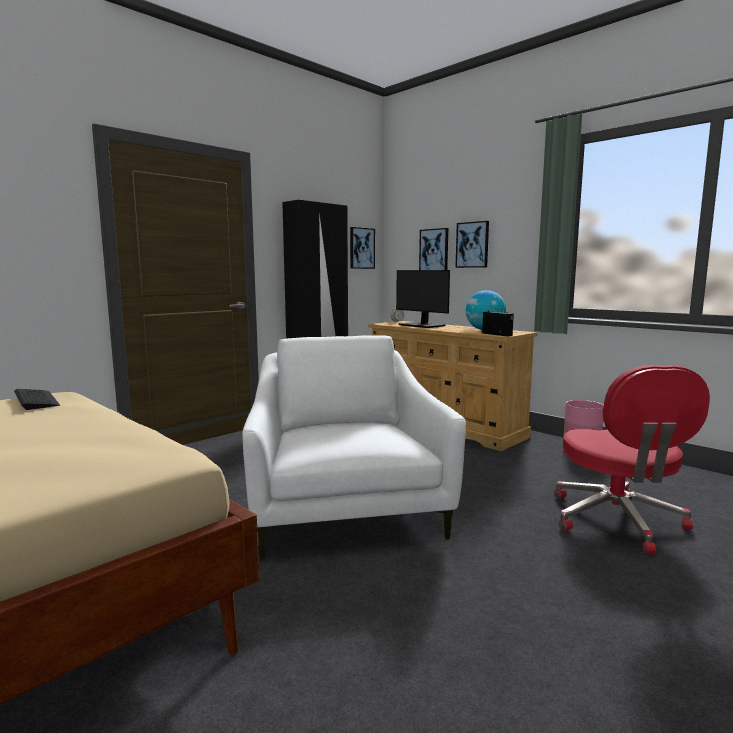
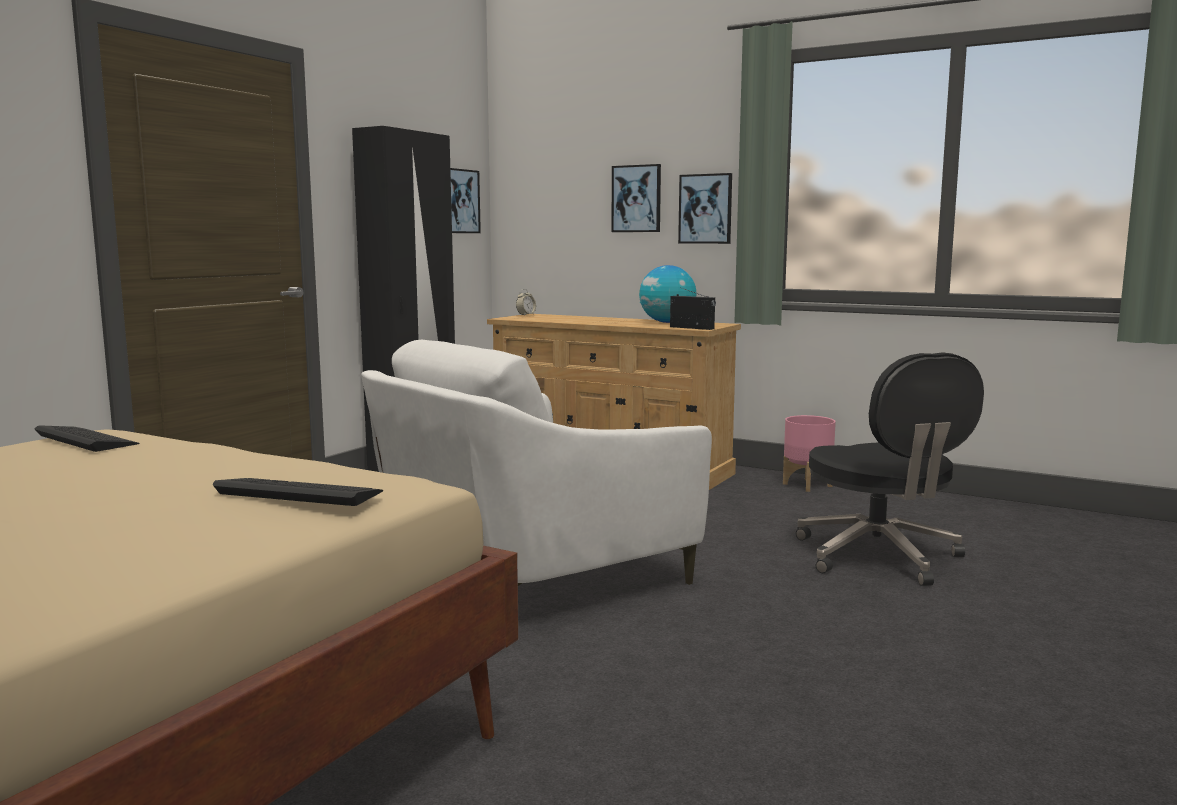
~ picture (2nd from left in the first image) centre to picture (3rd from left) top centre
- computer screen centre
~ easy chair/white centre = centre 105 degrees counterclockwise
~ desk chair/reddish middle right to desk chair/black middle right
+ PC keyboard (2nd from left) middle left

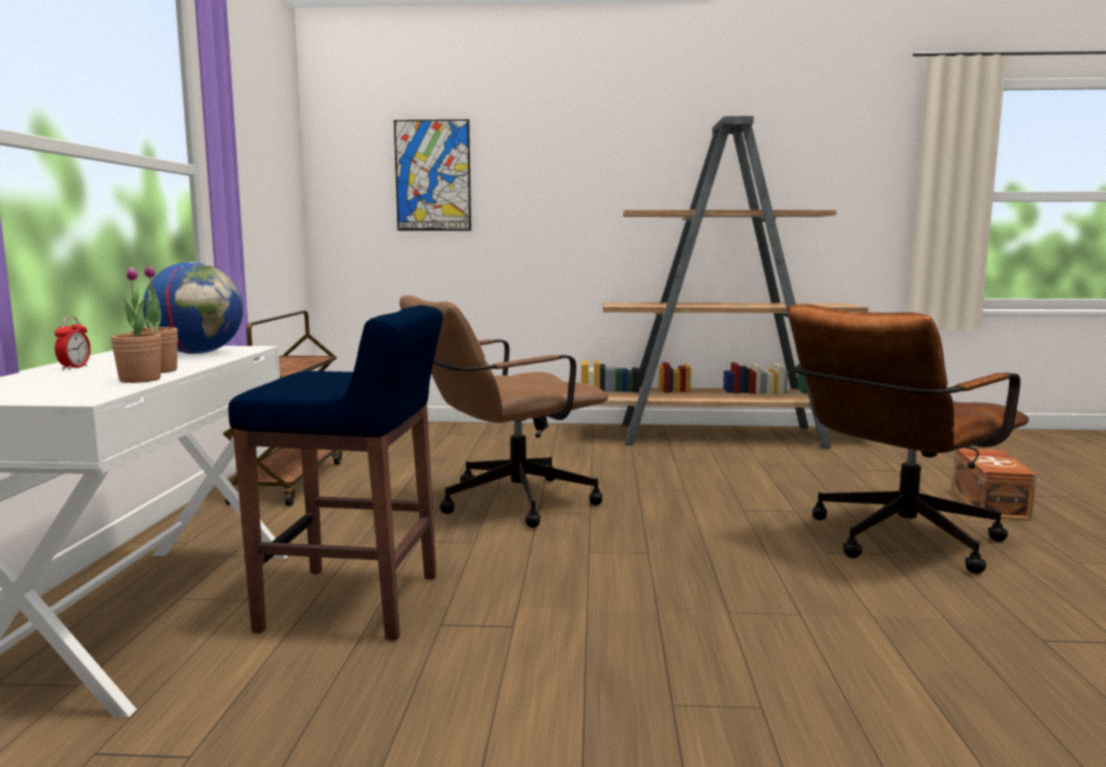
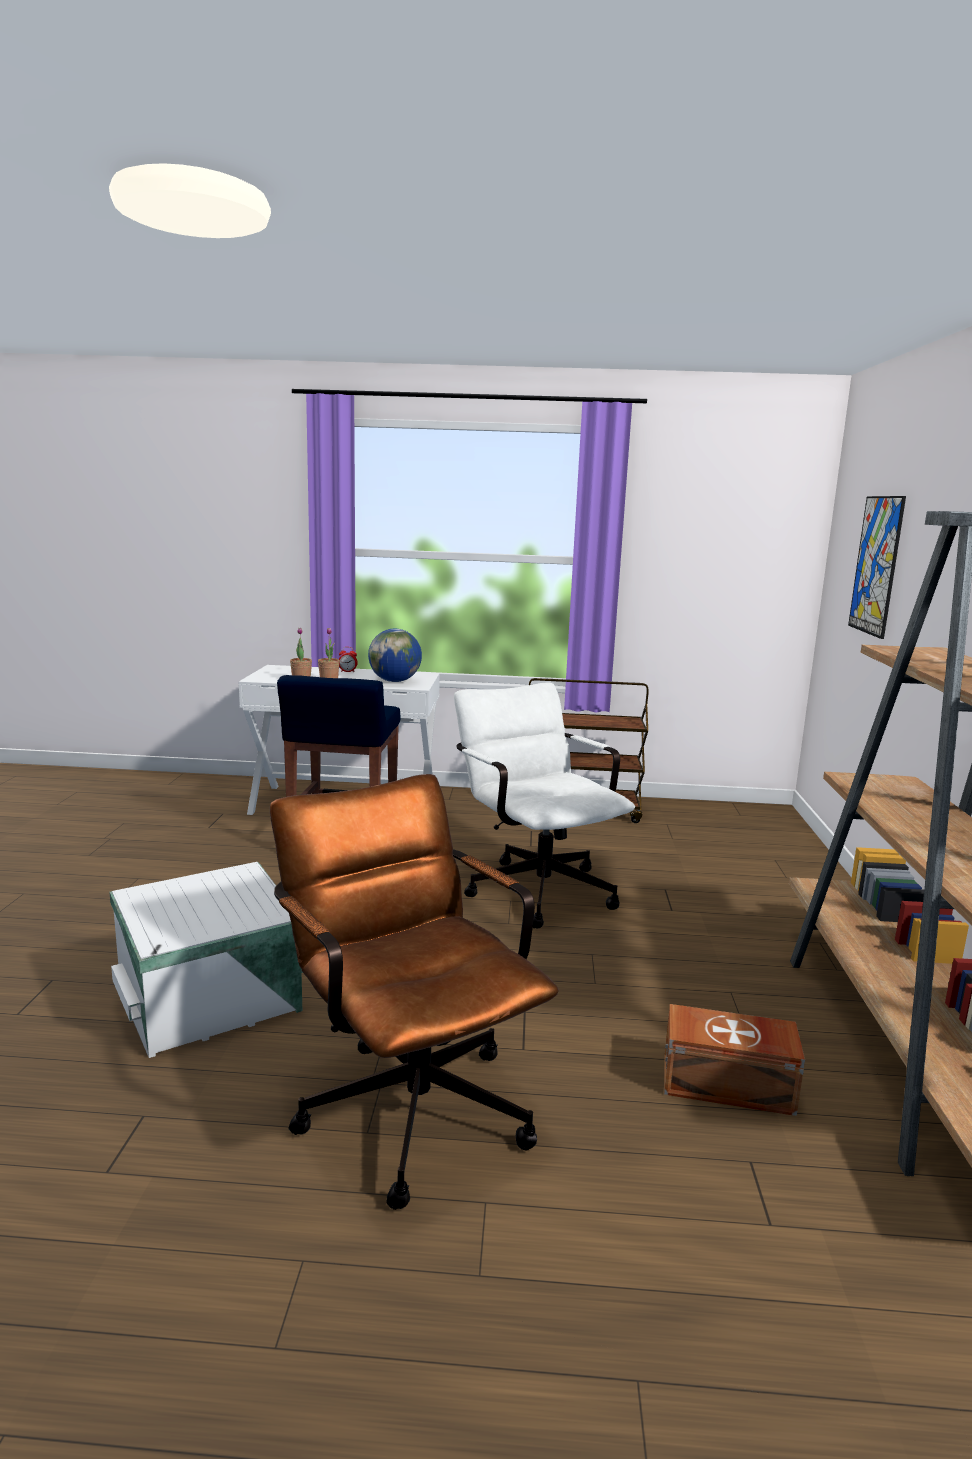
~ desk chair/brown-coloured (1st from left) centre to desk chair/white centre
~ storage bin/brown-coloured middle right to bottom right
+ storage bin/white middle left

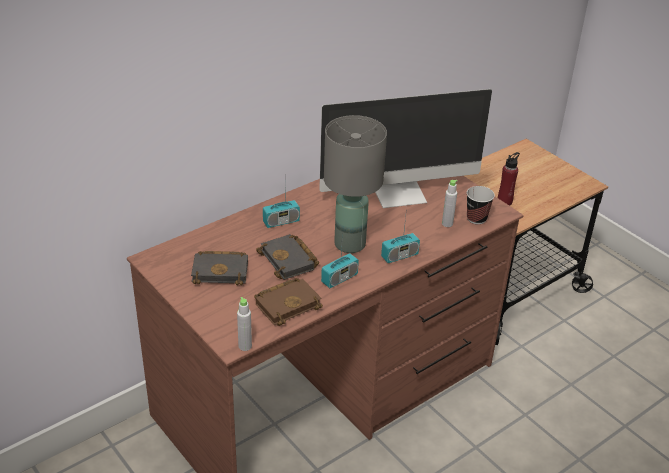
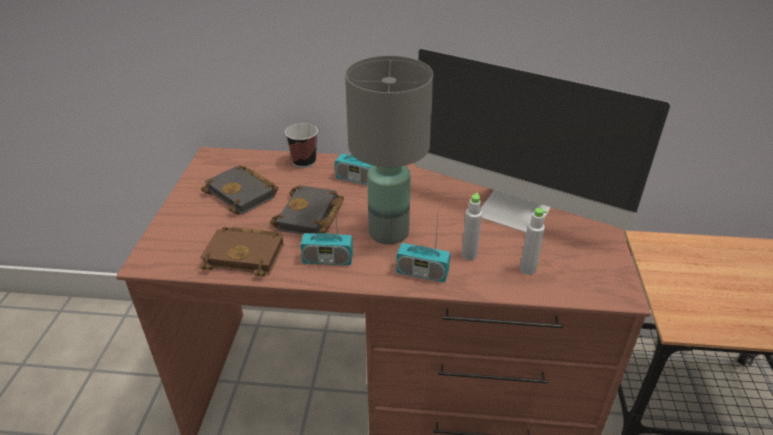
- bottle/reddish middle right
~ small cup middle right to centre
~ bottle/grey (1st from left) bottom centre to centre

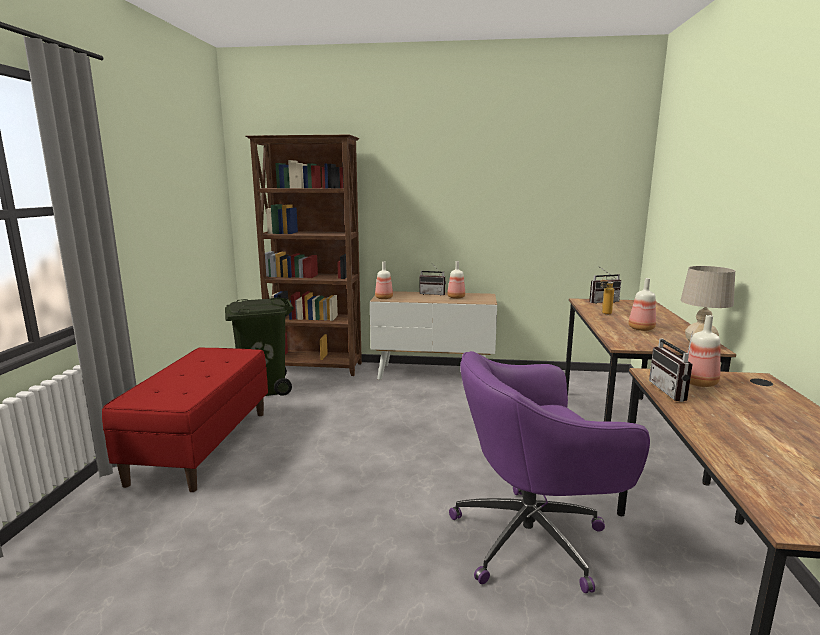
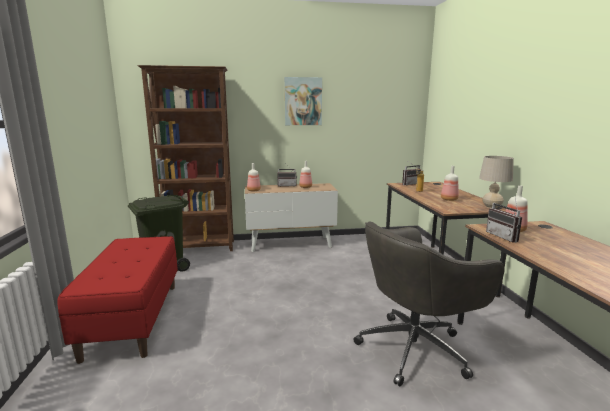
~ desk chair/purple bottom right to desk chair/grey bottom right
+ picture top centre

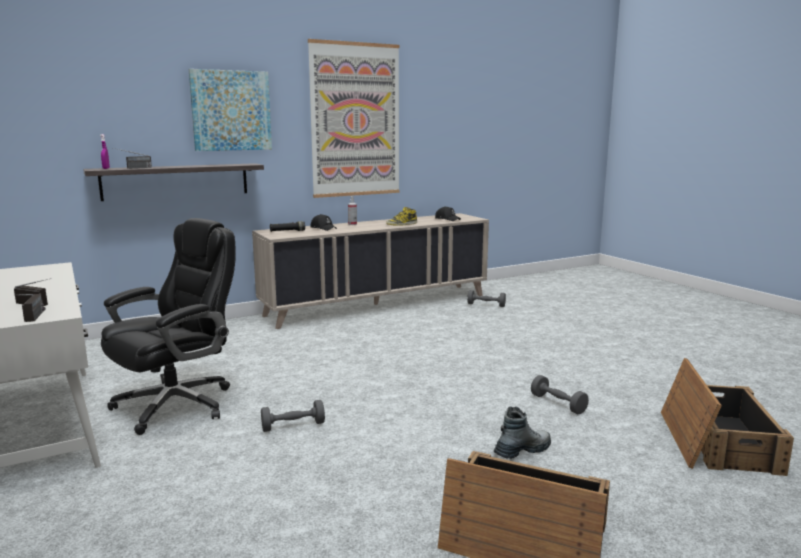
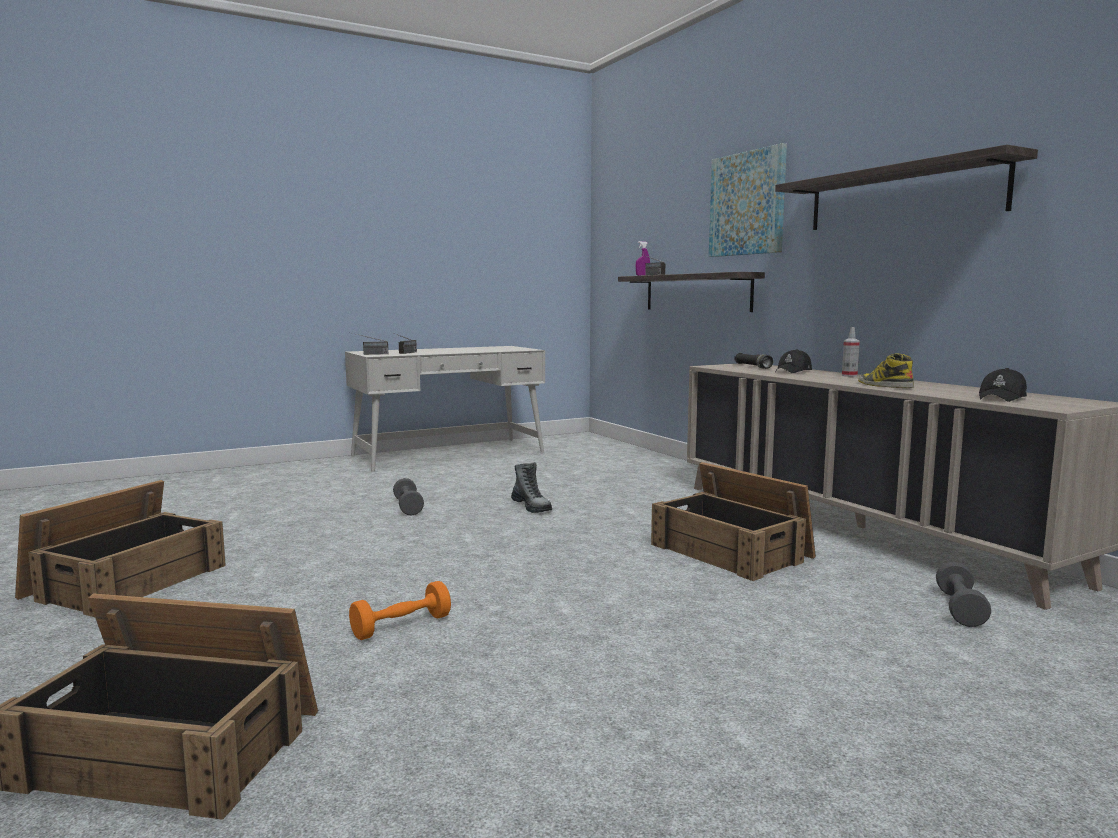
~ picture (2nd from left) top centre to wall shelf (2nd from left) top right
- desk chair/black middle left
~ free weight/grey (3rd from left) bottom right to free weight/orange bottom centre
~ high-top boot (2nd from left in the first image) bottom centre to high-top boot (1st from left) centre
+ packing crate (3rd from left) centre

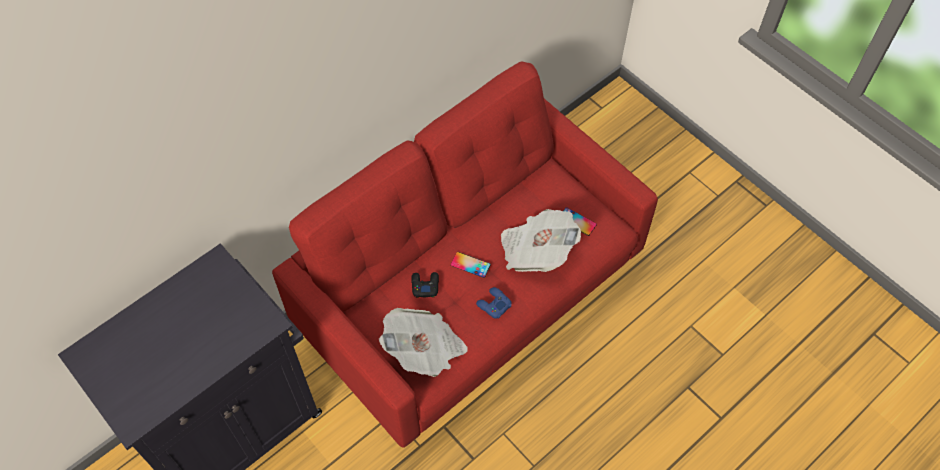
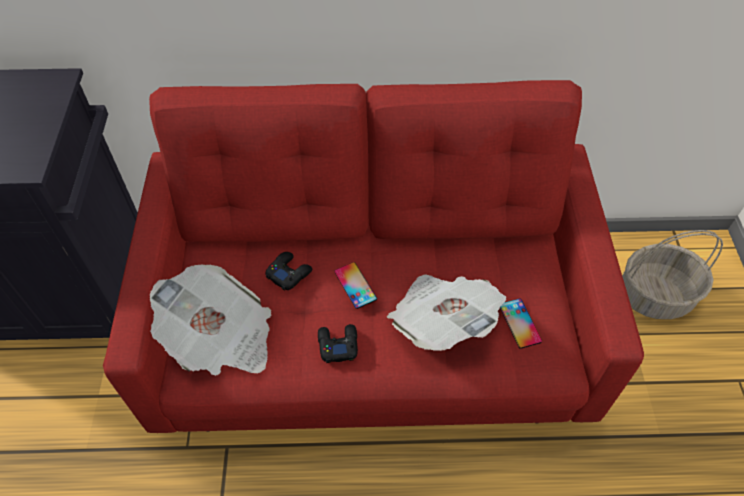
~ gamepad/blue-coloured centre to gamepad/black (2nd from left) bottom centre
+ storage basket middle right

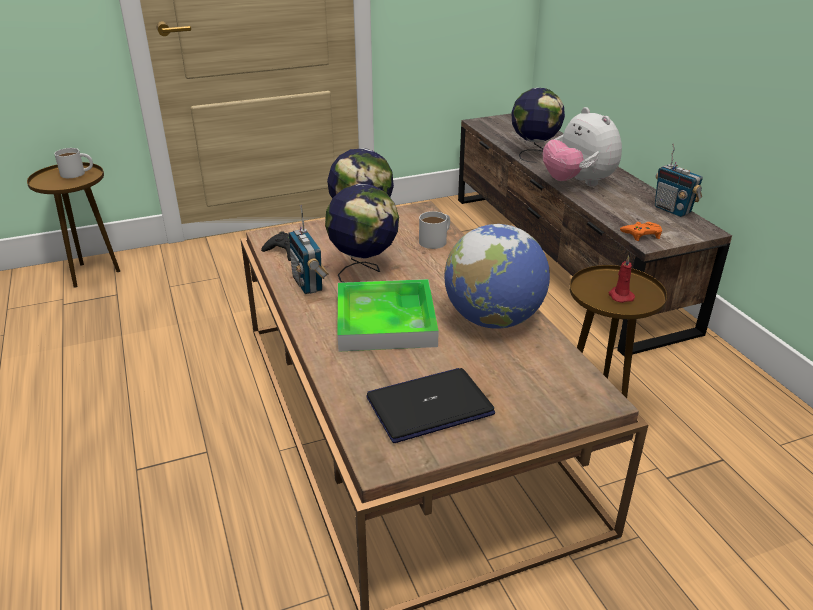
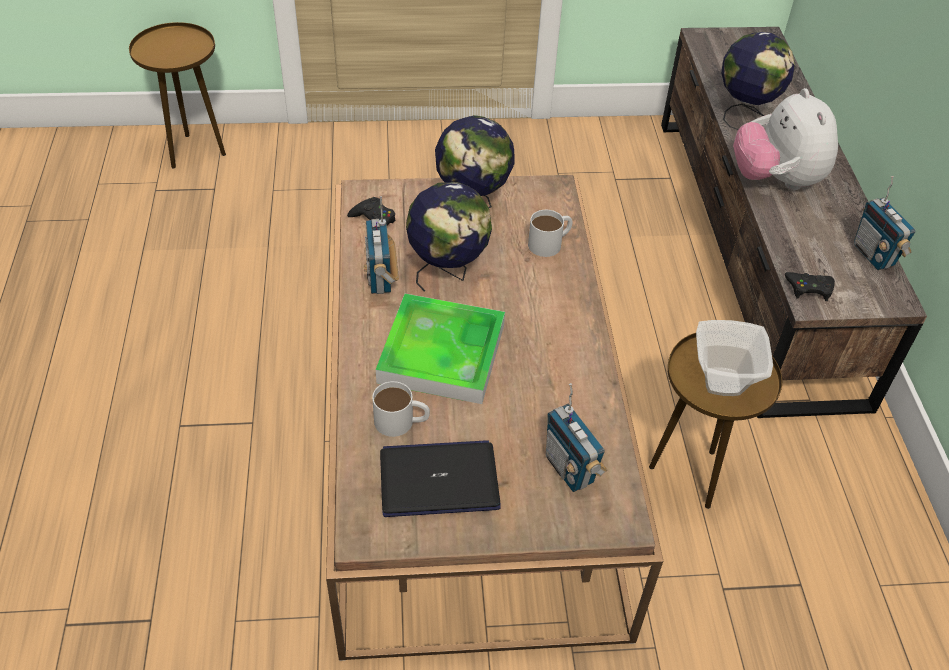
~ mug/white (1st from left) top left to centre
~ gamepad/orange middle right to gamepad/black (2nd from left) middle right
- desk globe (3rd from left) centre
~ wax light/reddish middle right to serving bowl middle right
+ radio set (2nd from left) centre

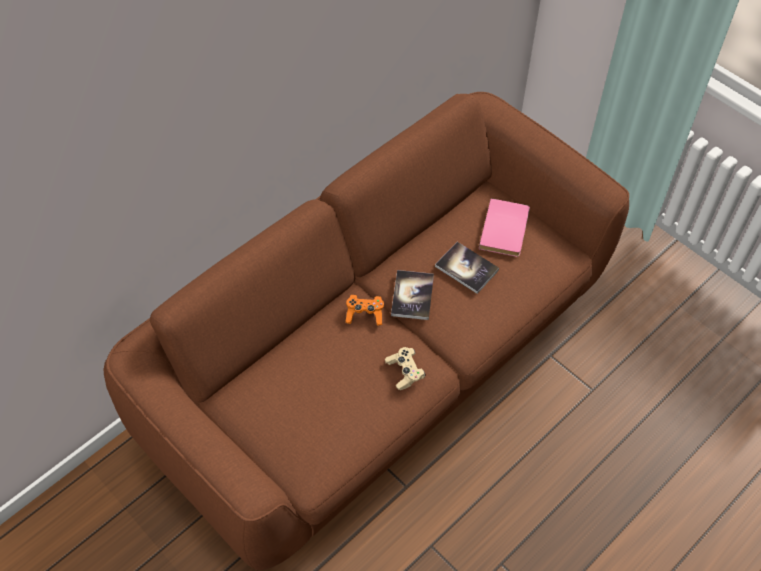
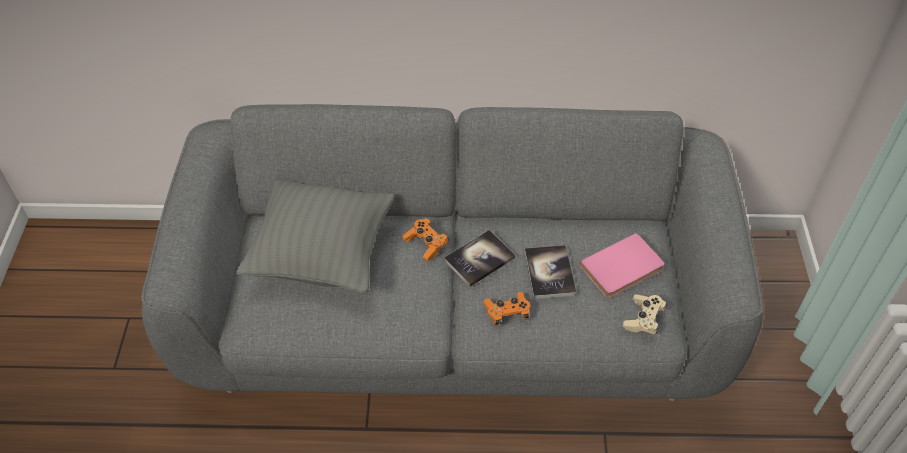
~ sofa/brown-coloured centre to sofa/grey centre
~ gamepad/beige centre to bottom right
+ throw pillow/grey centre
+ gamepad/orange (2nd from left) bottom centre

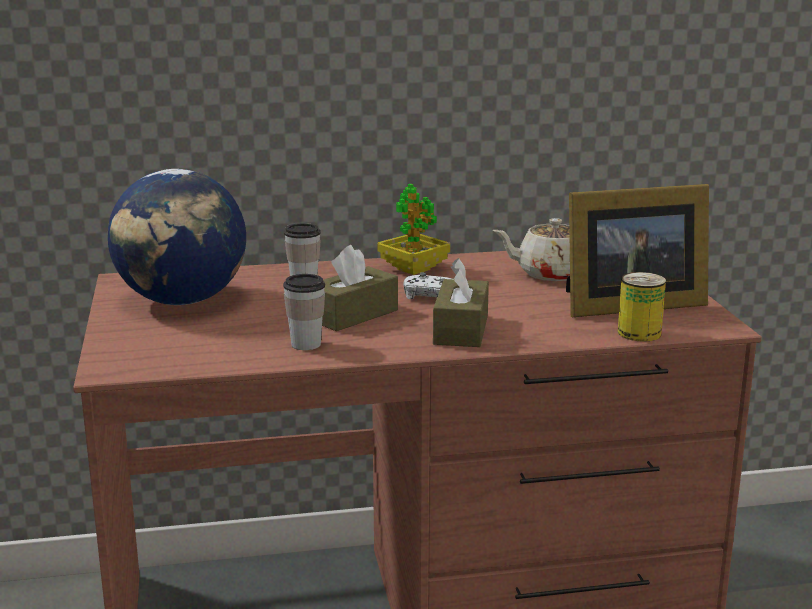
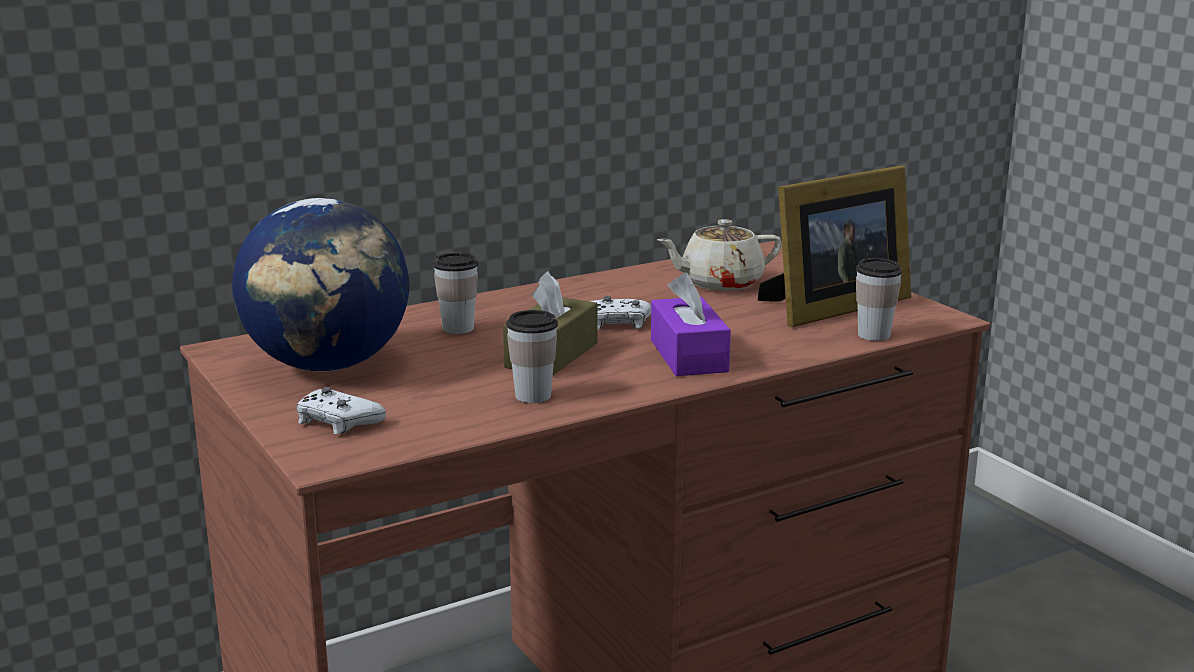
- plant in a pot centre
~ tissue holder/brown-coloured (2nd from left) centre to tissue holder/purple centre
~ can middle right to small cup (3rd from left) middle right
+ gamepad/white (1st from left) middle left

